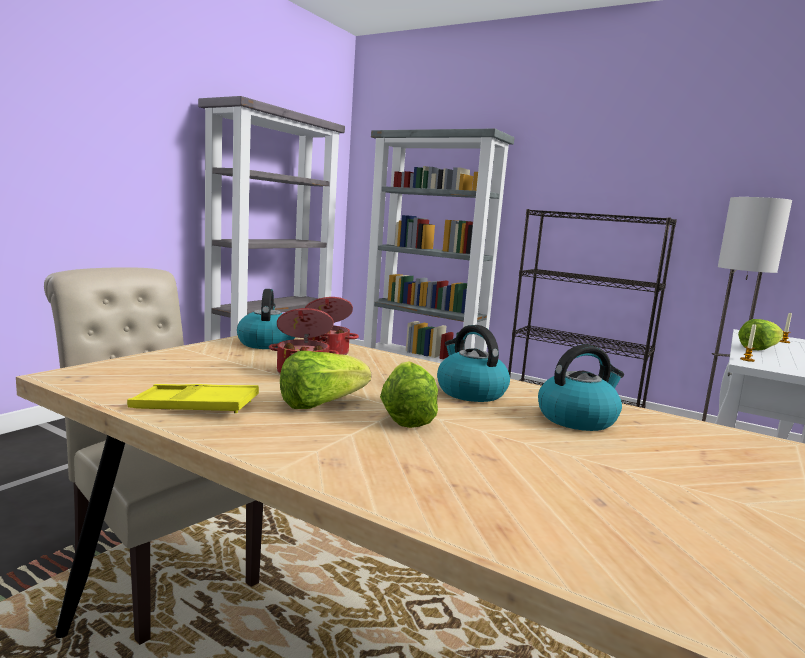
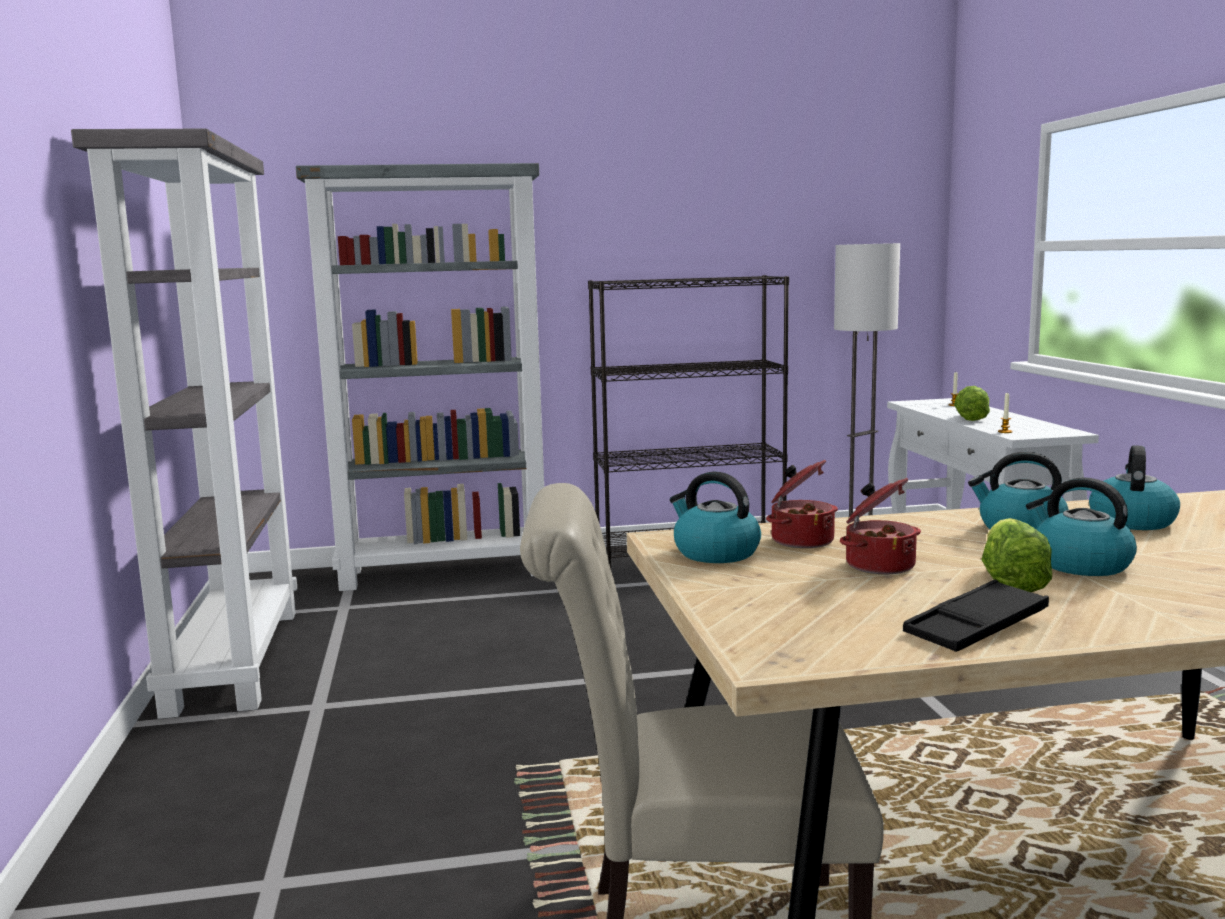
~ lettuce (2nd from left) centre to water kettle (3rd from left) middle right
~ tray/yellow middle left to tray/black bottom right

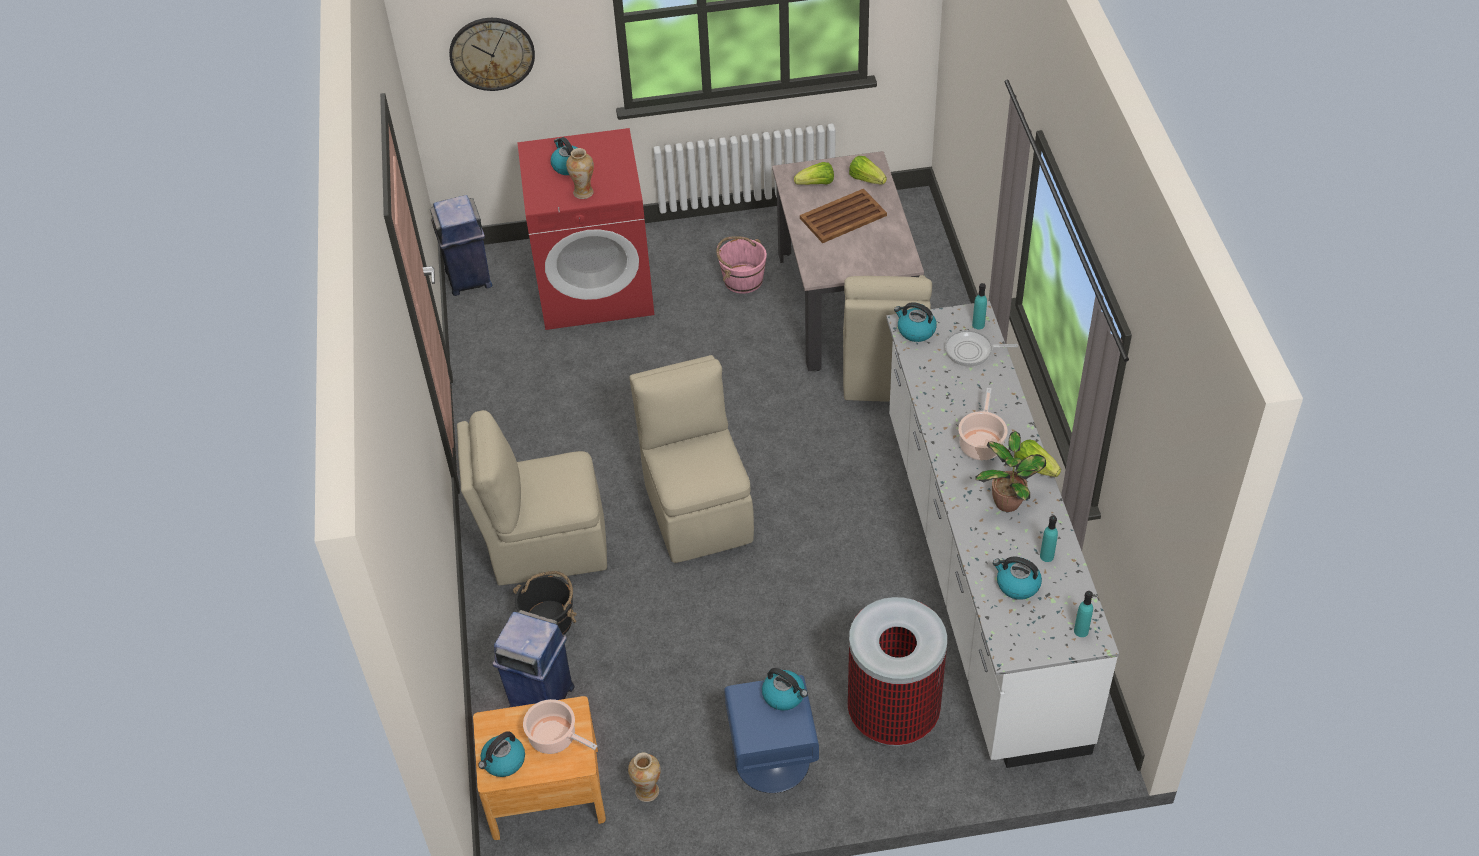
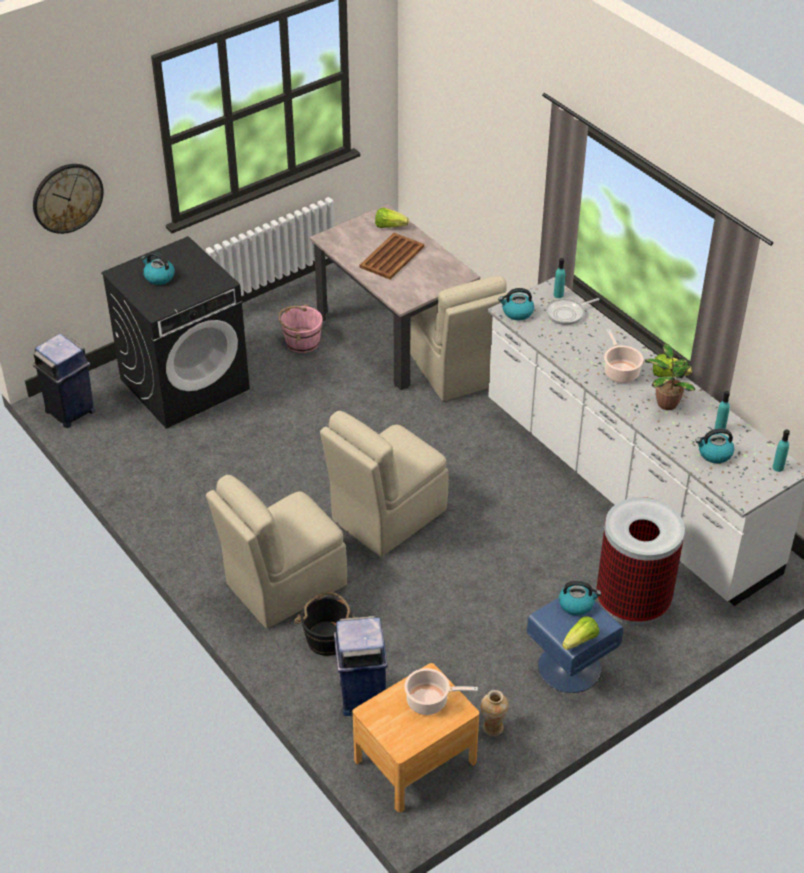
~ laundry appliance/reddish top centre to laundry appliance/black middle left
- vase (1st from left) top centre
~ lettuce (1st from left in the first image) top centre to lettuce (2nd from left) bottom right
~ plain chair/beige (2nd from left) centre = centre 90 degrees counterclockwise
- water kettle (1st from left) bottom centre

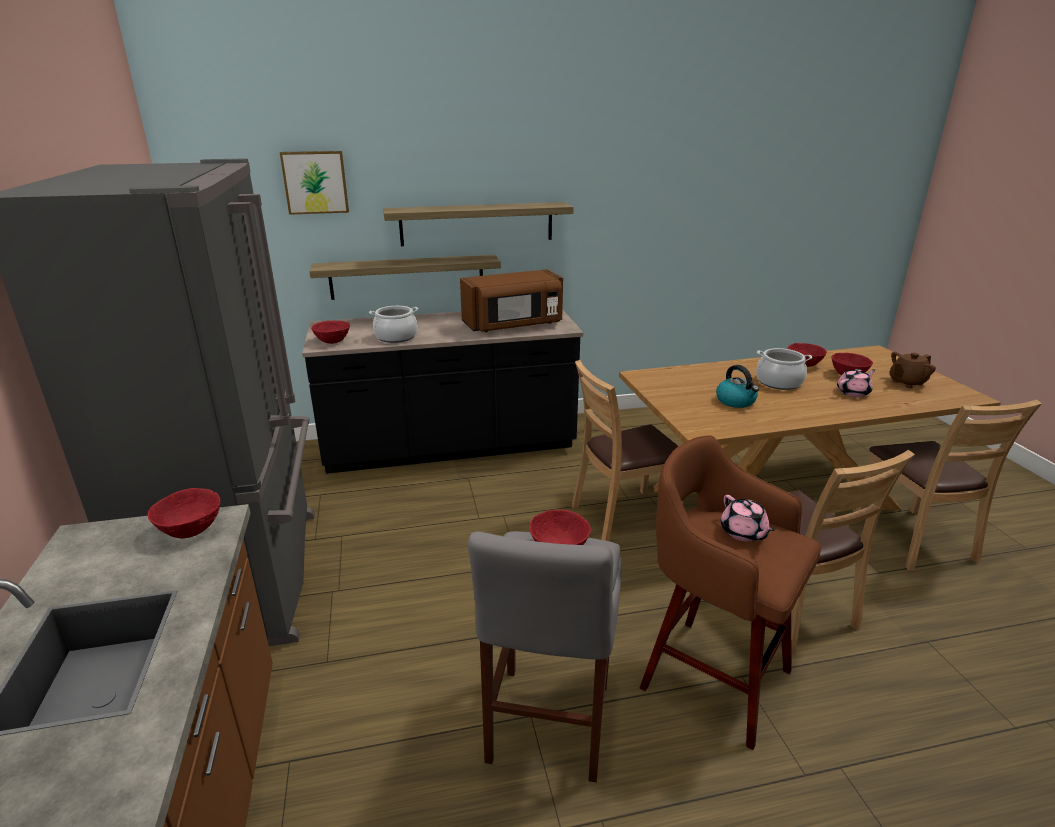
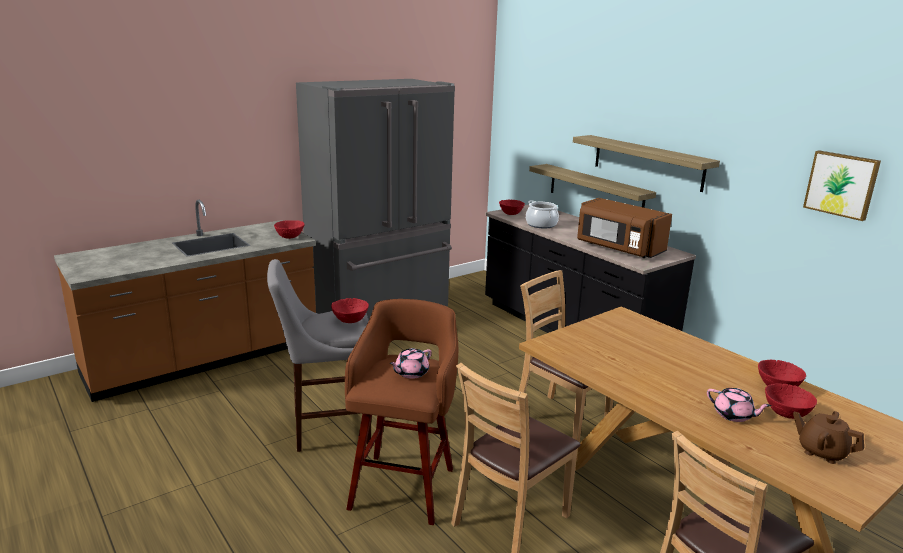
~ picture top left to middle right
- cooking pot (2nd from left) middle right
- water kettle middle right

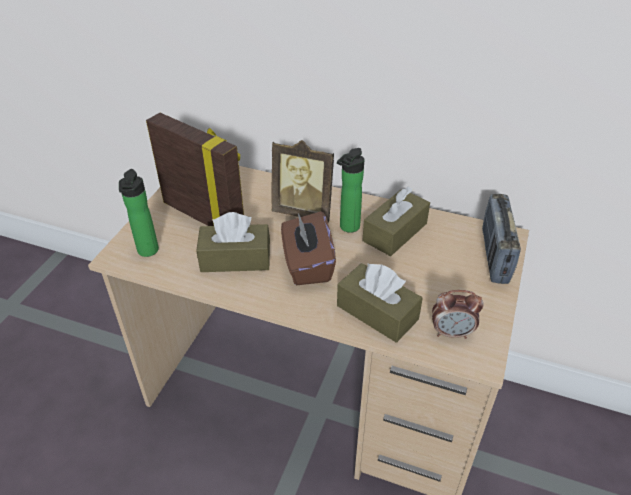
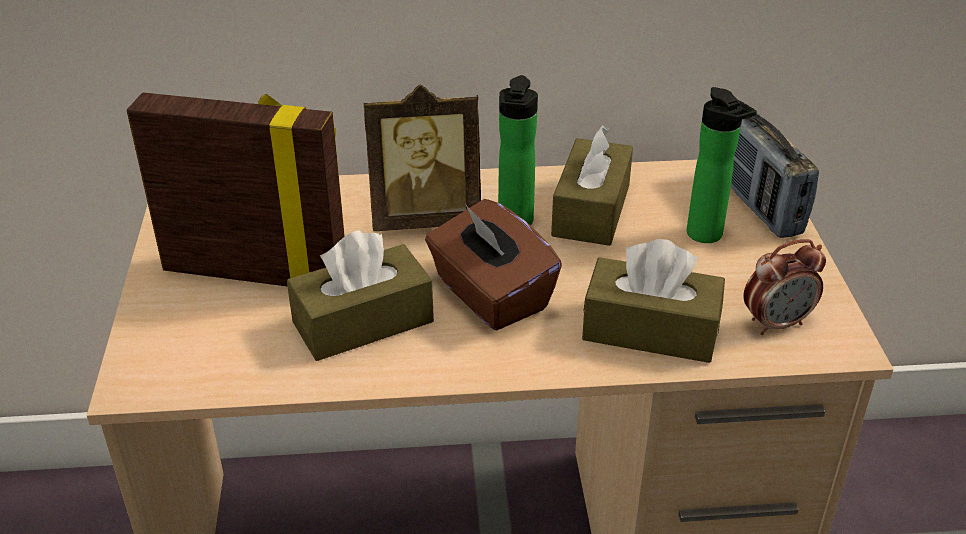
~ bottle (1st from left in the first image) middle left to bottle (2nd from left) top right

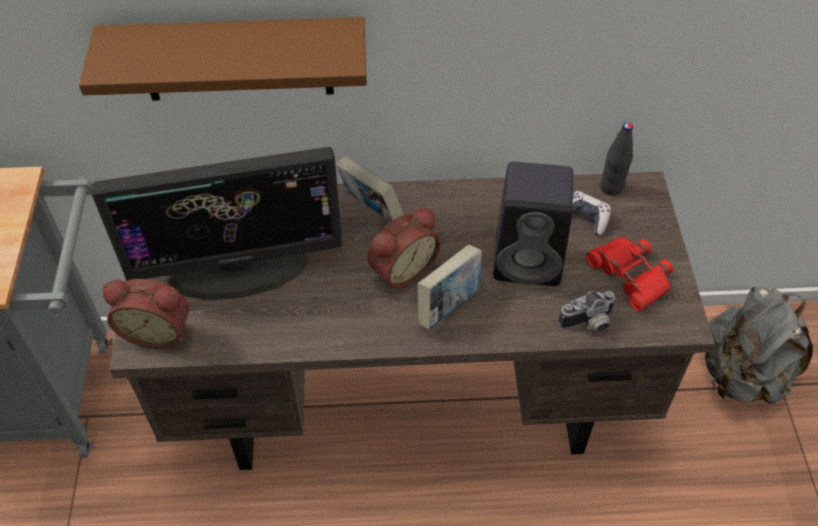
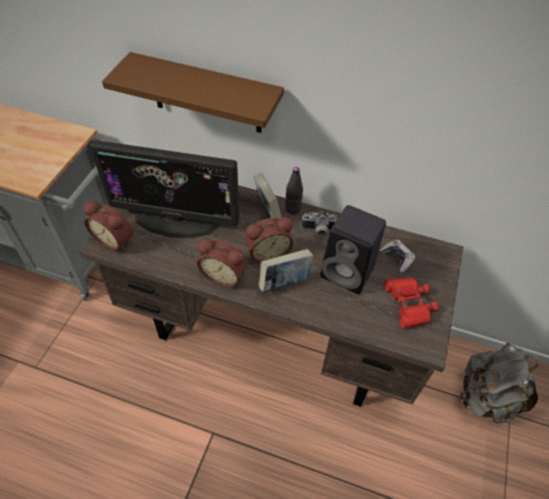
~ bottle/black top right to centre
~ still camera middle right to centre
+ bedside clock (2nd from left) centre

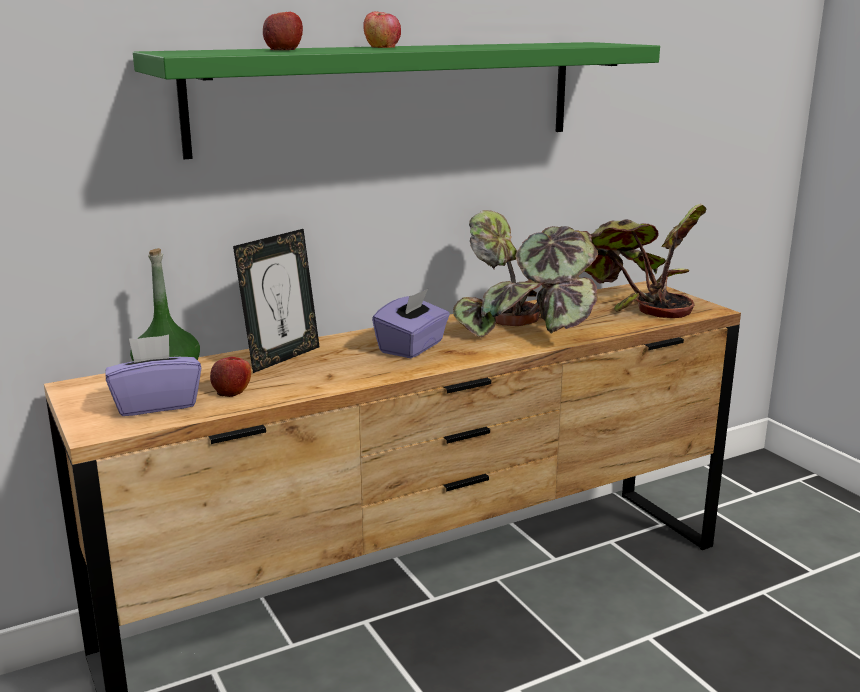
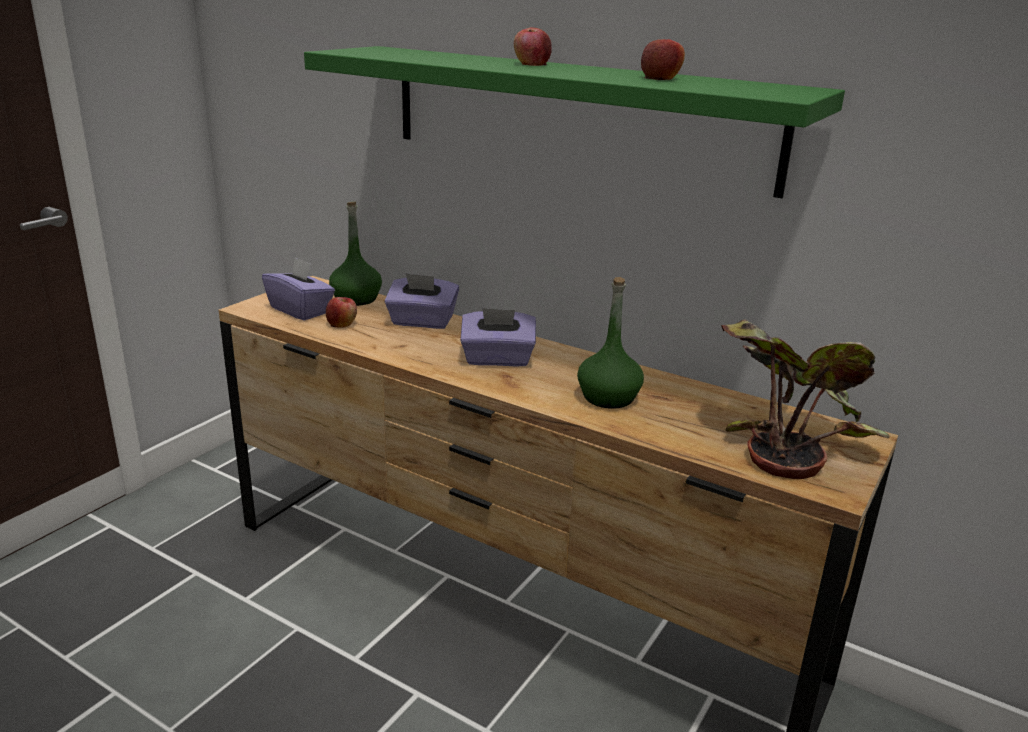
~ apple (2nd from left in the first image) top left to apple (3rd from left) top centre
~ plant in a pot (1st from left) centre to bottle/green (2nd from left) centre
~ photo frame middle left to tissue holder/purple (2nd from left) centre

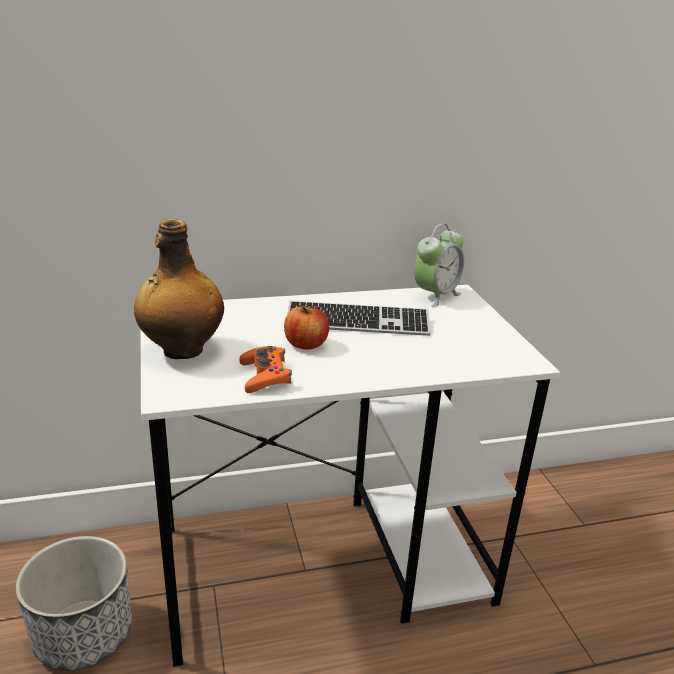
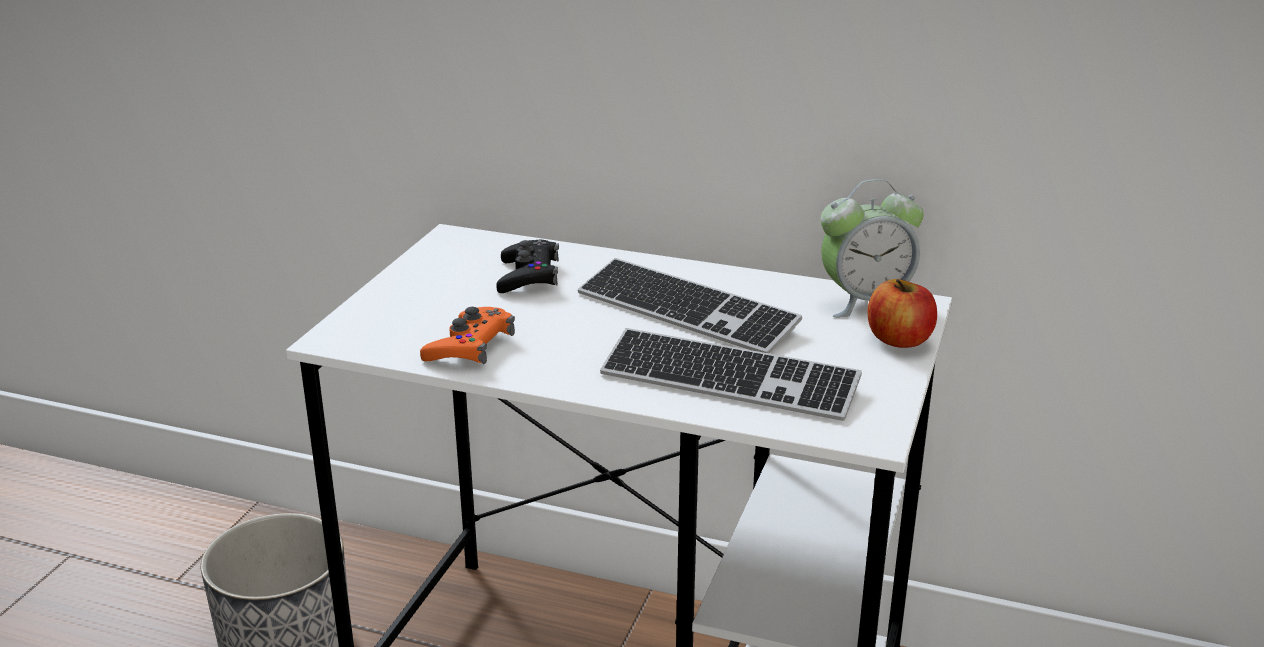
- bottle middle left
~ apple centre to middle right
+ gamepad/black centre
+ PC keyboard (2nd from left) centre

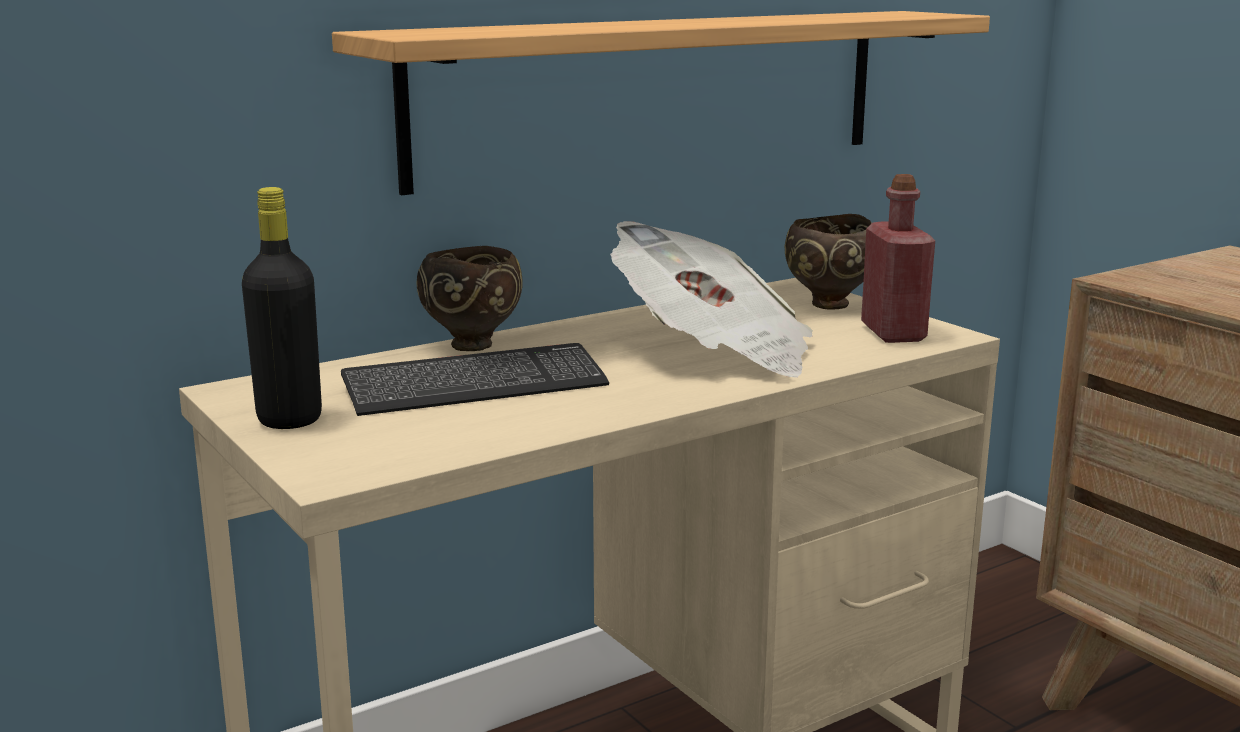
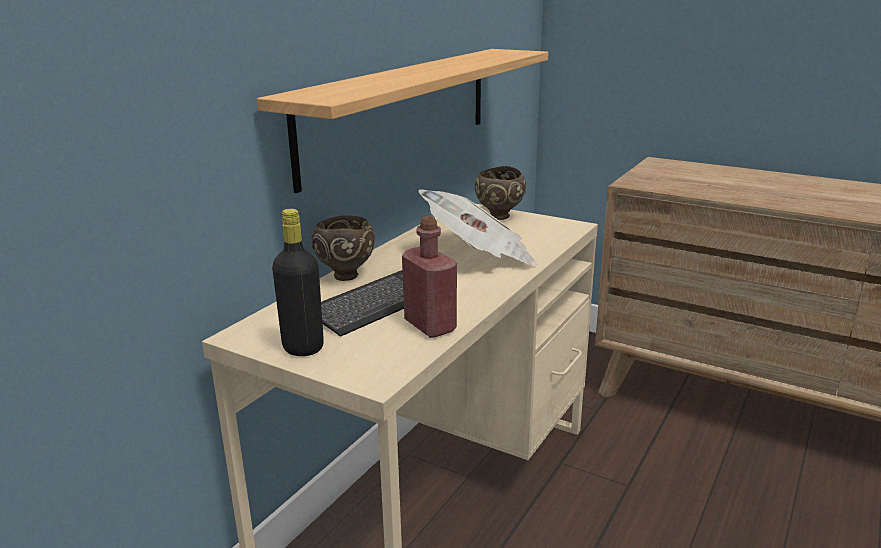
~ bottle/reddish middle right to centre

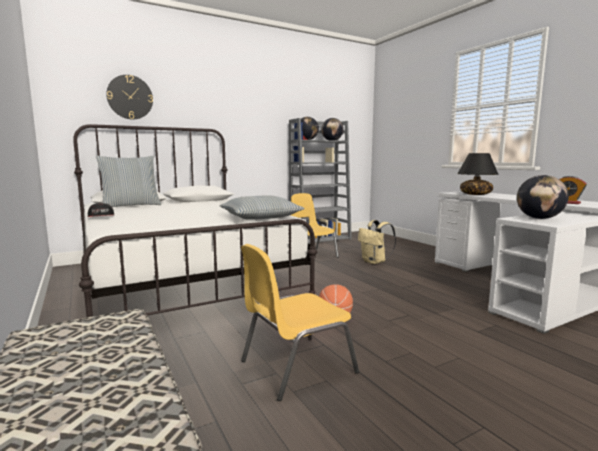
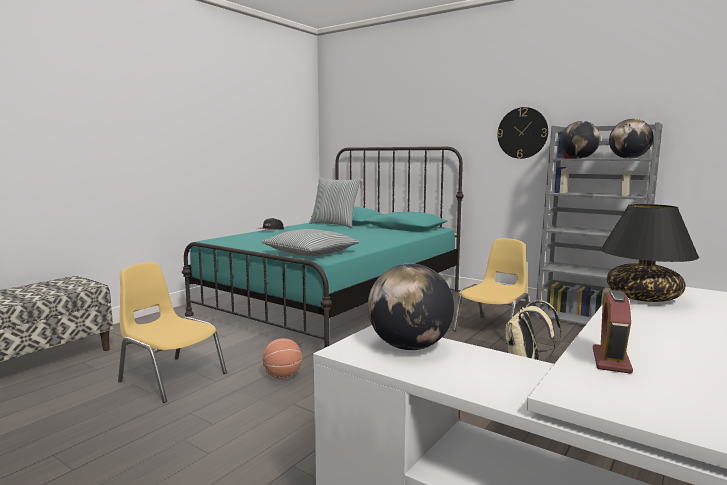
~ clock on the wall top left to top right
~ bed/white middle left to bed/turquoise-coloured centre

